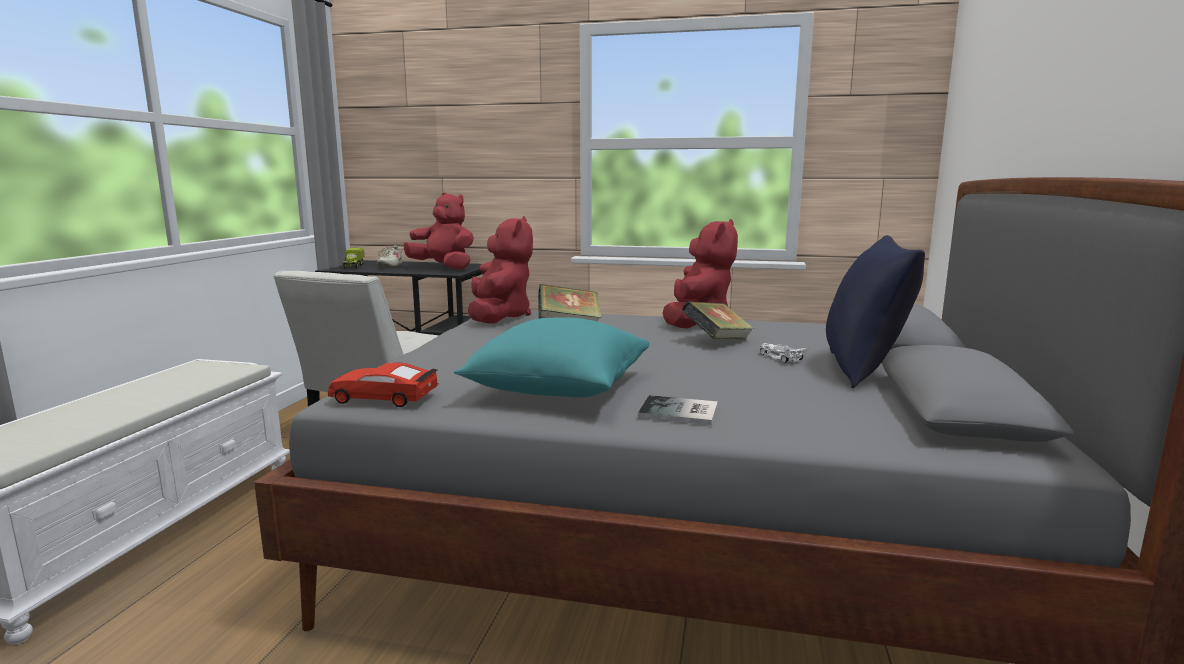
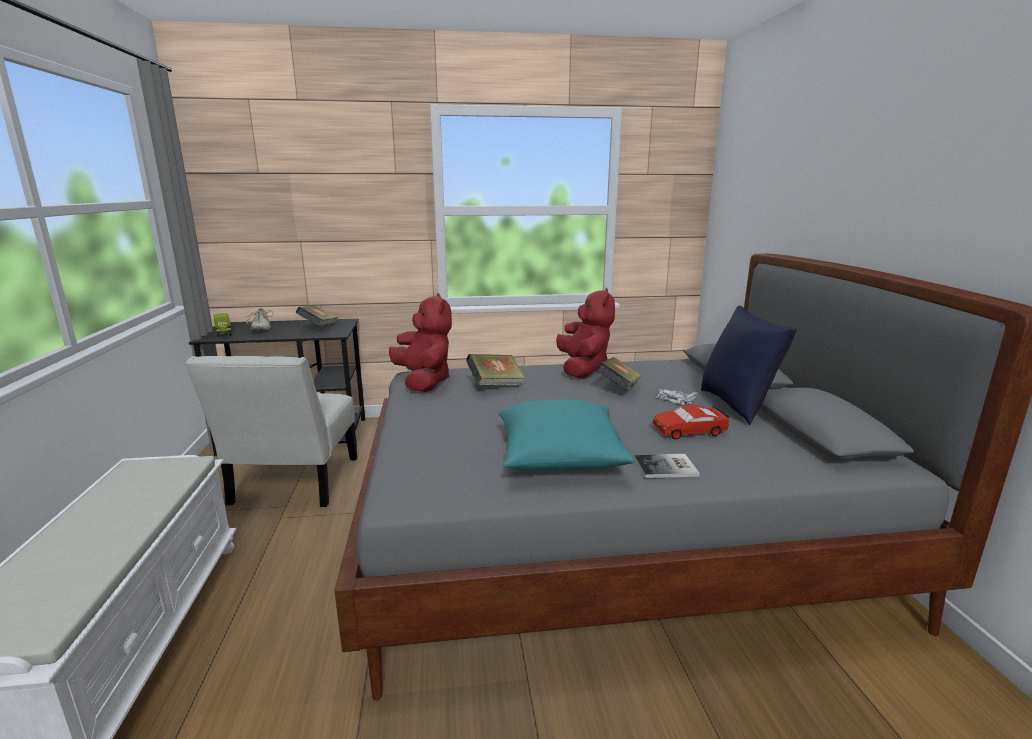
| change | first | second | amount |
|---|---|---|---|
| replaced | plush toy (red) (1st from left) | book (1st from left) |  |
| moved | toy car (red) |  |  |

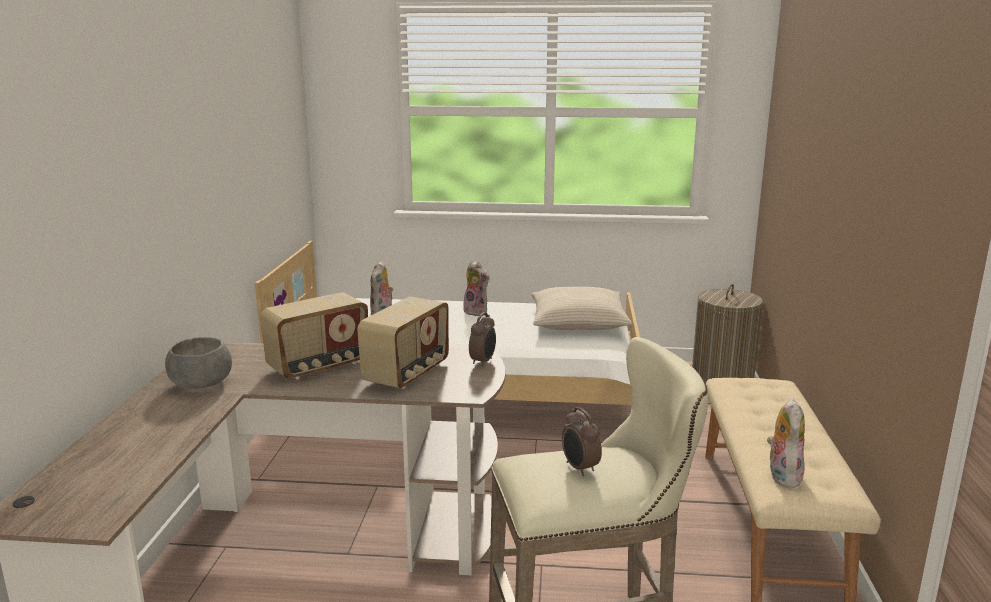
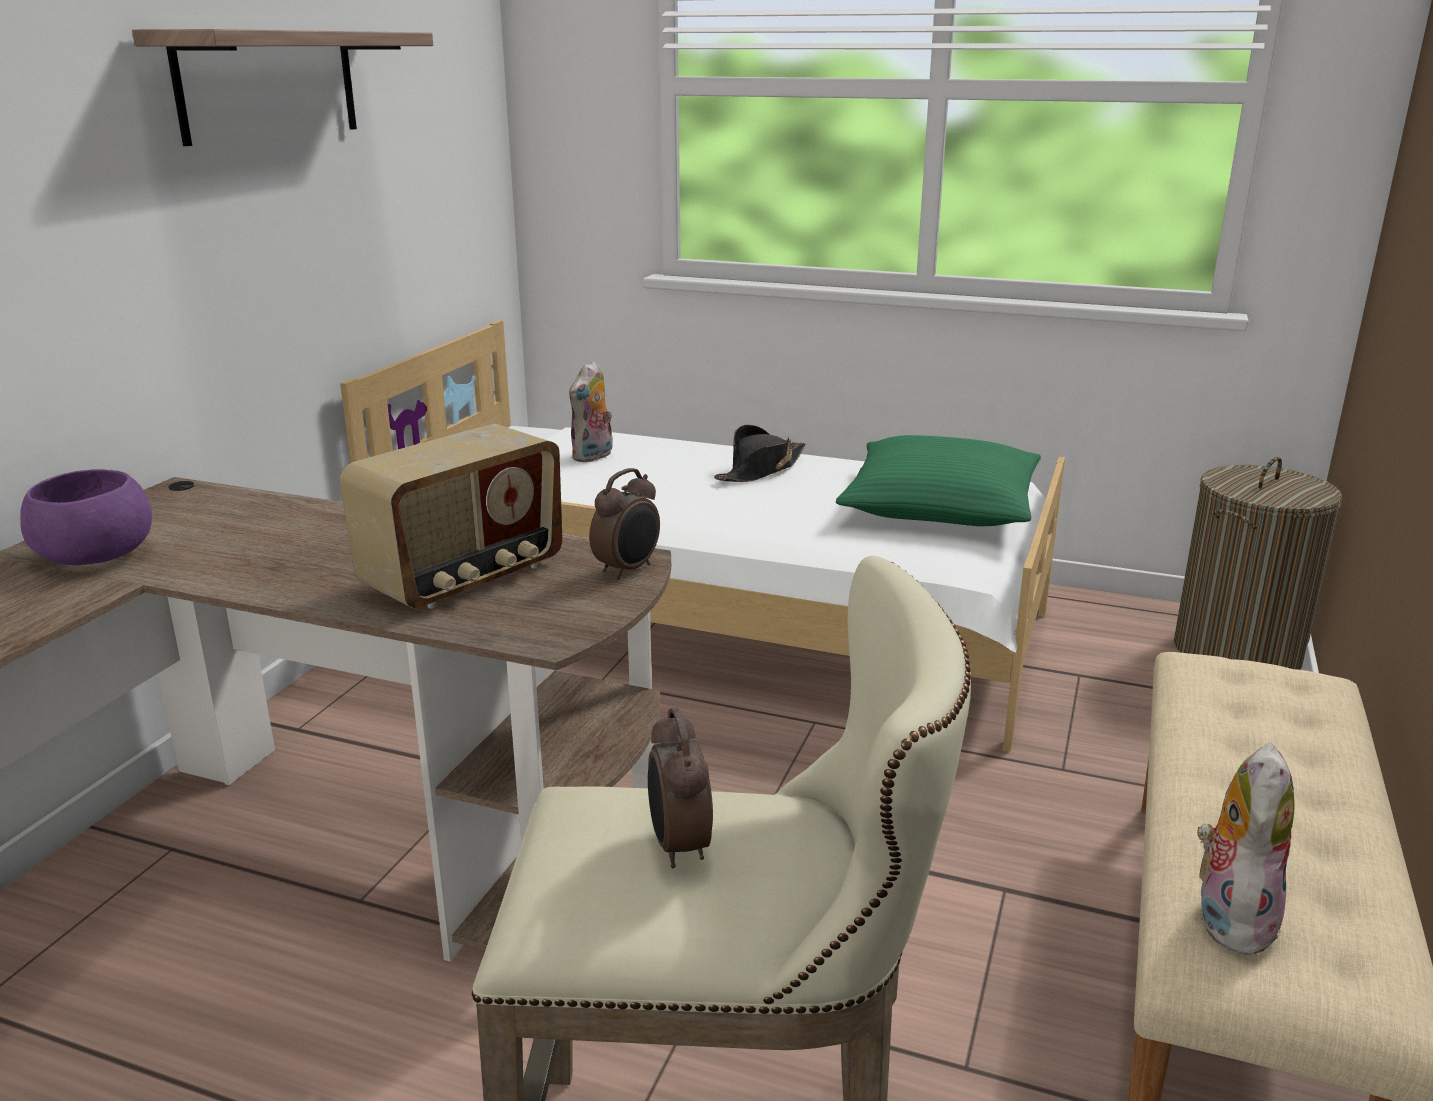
| change | first | second | amount |
|---|---|---|---|
| recoloured | bowl (grey) | bowl (purple) |  |
| added |  | shelf |  |
| replaced | plush toy (2nd from left) | hat (black) |  |
| recoloured | pillow (beige) | pillow (green) |  |
| removed | radio (1st from left) |  |  |

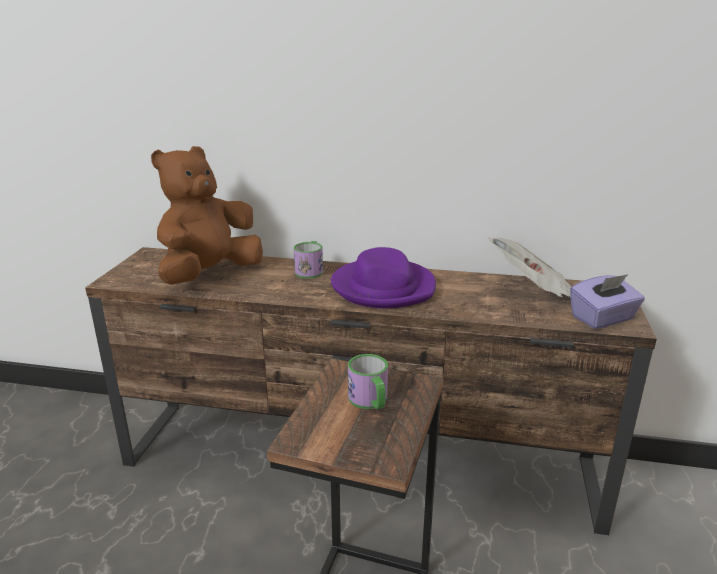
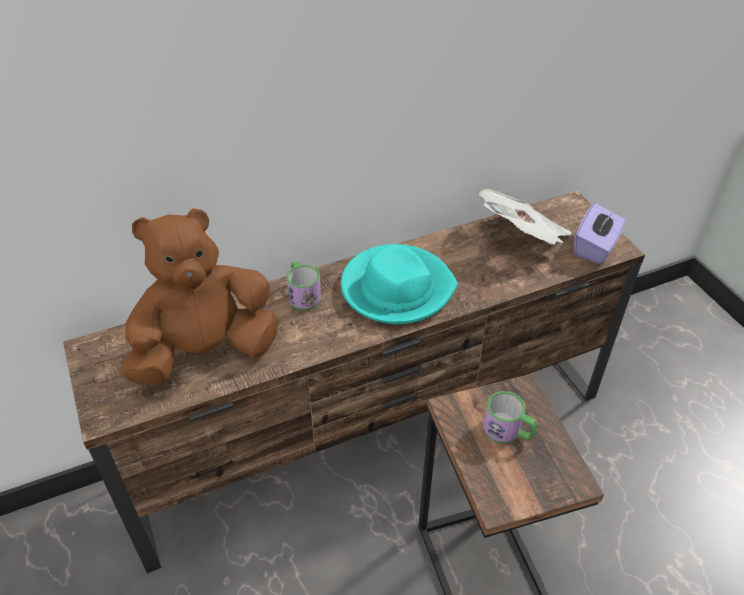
| change | first | second | amount |
|---|---|---|---|
| turned | plush toy (brown) |  | 60 degrees clockwise |
| recoloured | hat (purple) | hat (turquoise) |  |

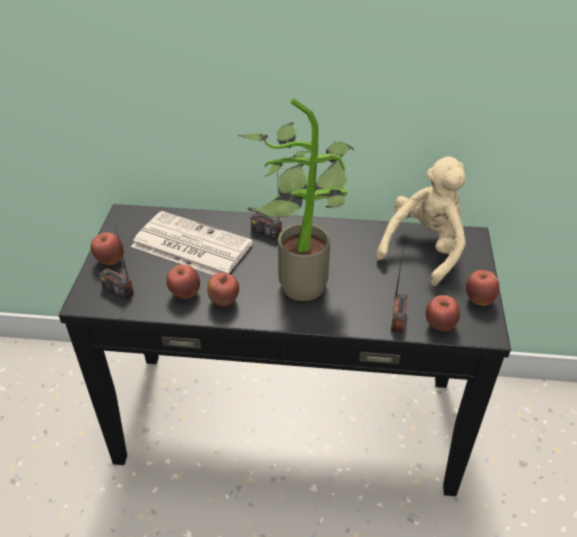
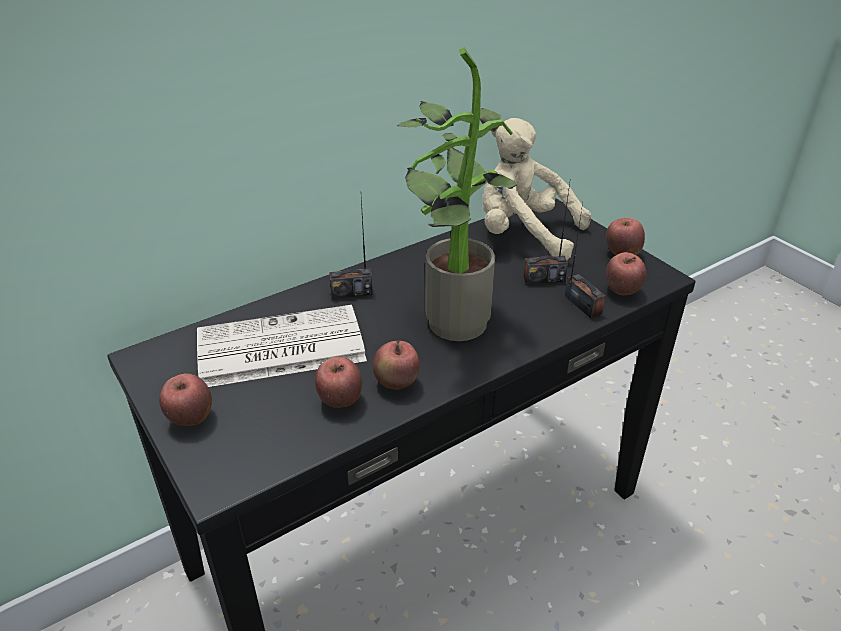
| change | first | second | amount |
|---|---|---|---|
| turned | plush toy (beige) |  | 60 degrees counterclockwise |
| moved | radio (1st from left in the first image) | radio (2nd from left) |  |

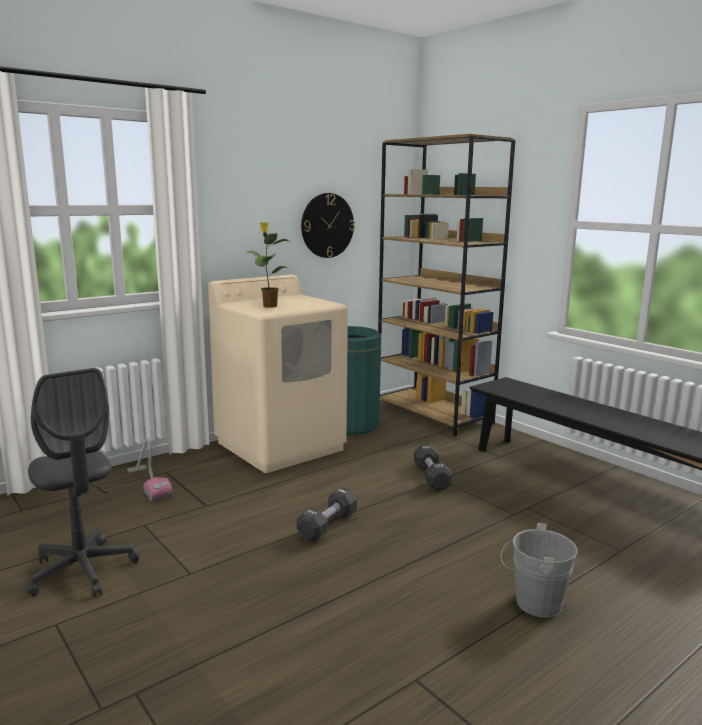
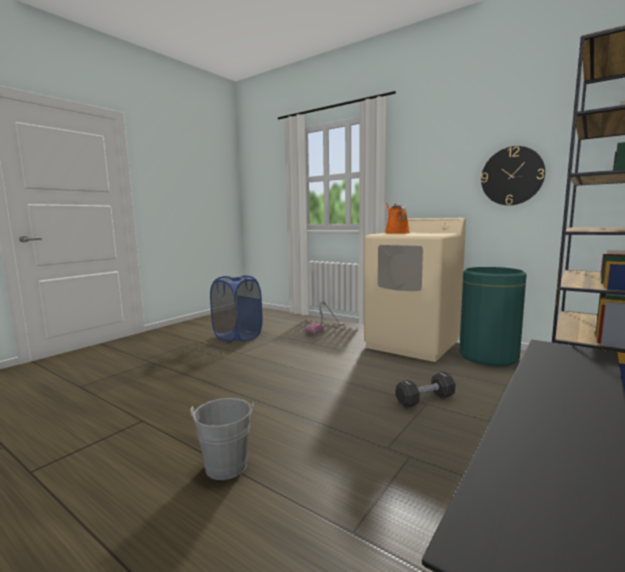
| change | first | second | amount |
|---|---|---|---|
| replaced | office chair (grey) | laundry basket (blue) |  |
| replaced | potted plant | watering can (orange) |  |
| removed | dumbbell (black) (1st from left) |  |  |

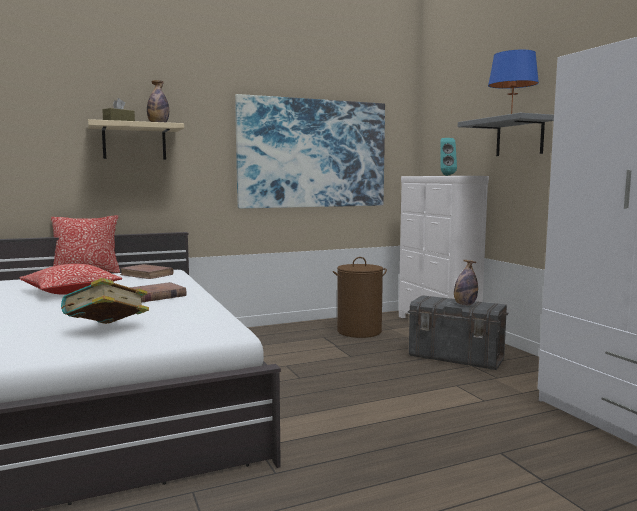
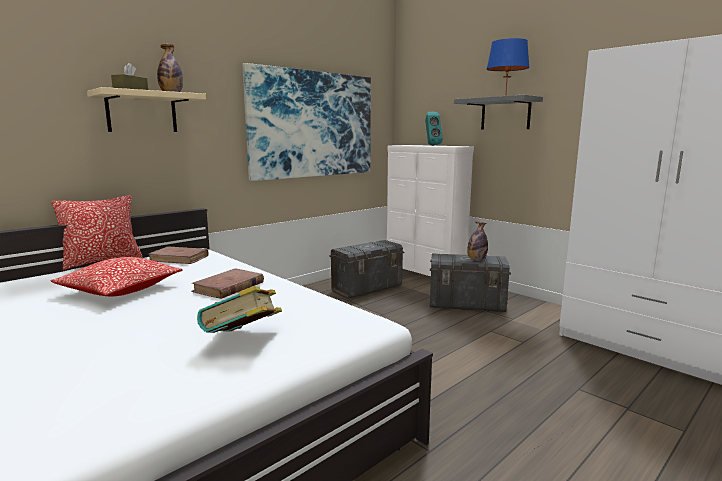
| change | first | second | amount |
|---|---|---|---|
| replaced | laundry basket (brown) | storage box (grey) (1st from left) |  |

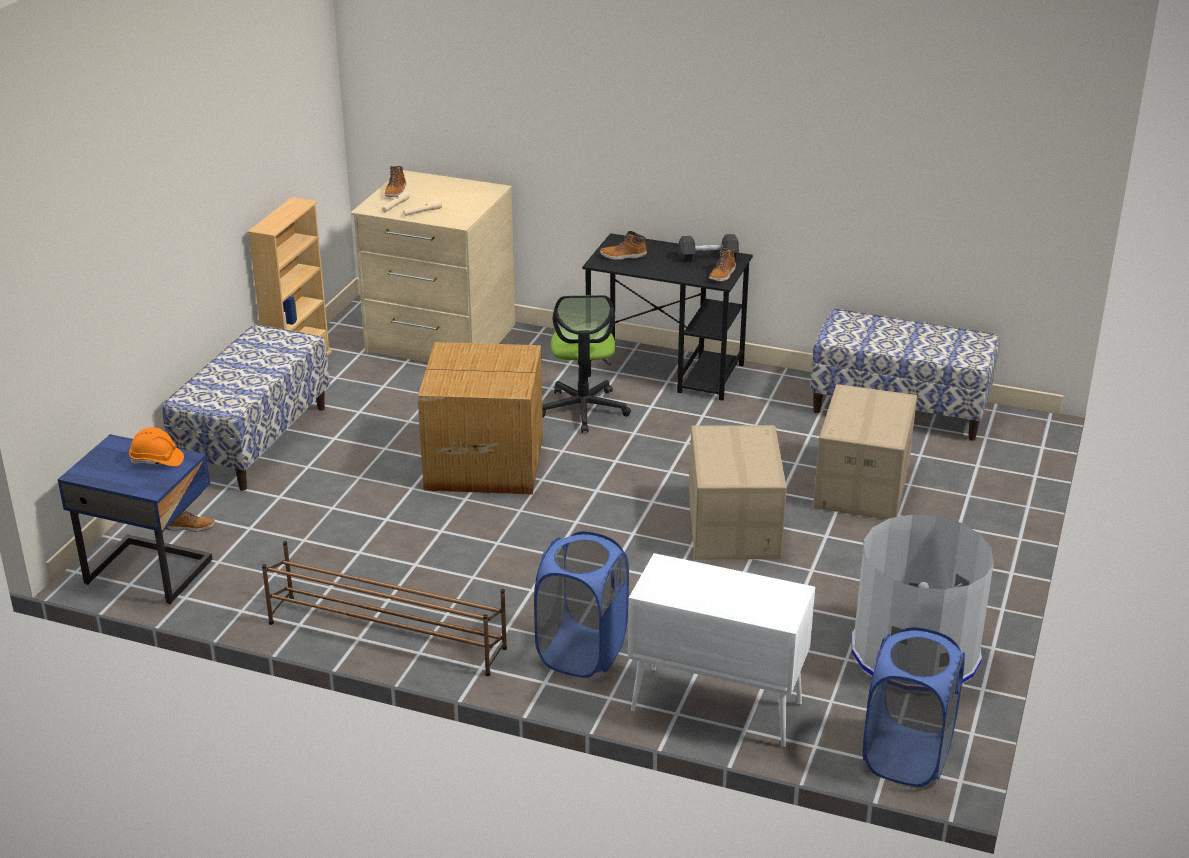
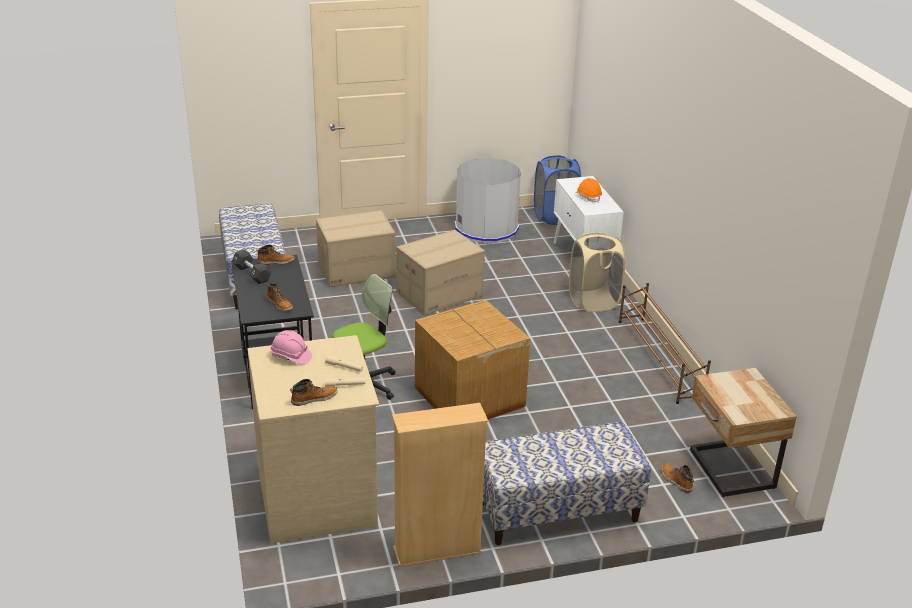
| change | first | second | amount |
|---|---|---|---|
| added |  | hard hat (pink) |  |
| recoloured | laundry basket (blue) (1st from left) | laundry basket (beige) |  |
| moved | hard hat (orange) |  |  |
| recoloured | nightstand (blue) | nightstand (beige) |  |

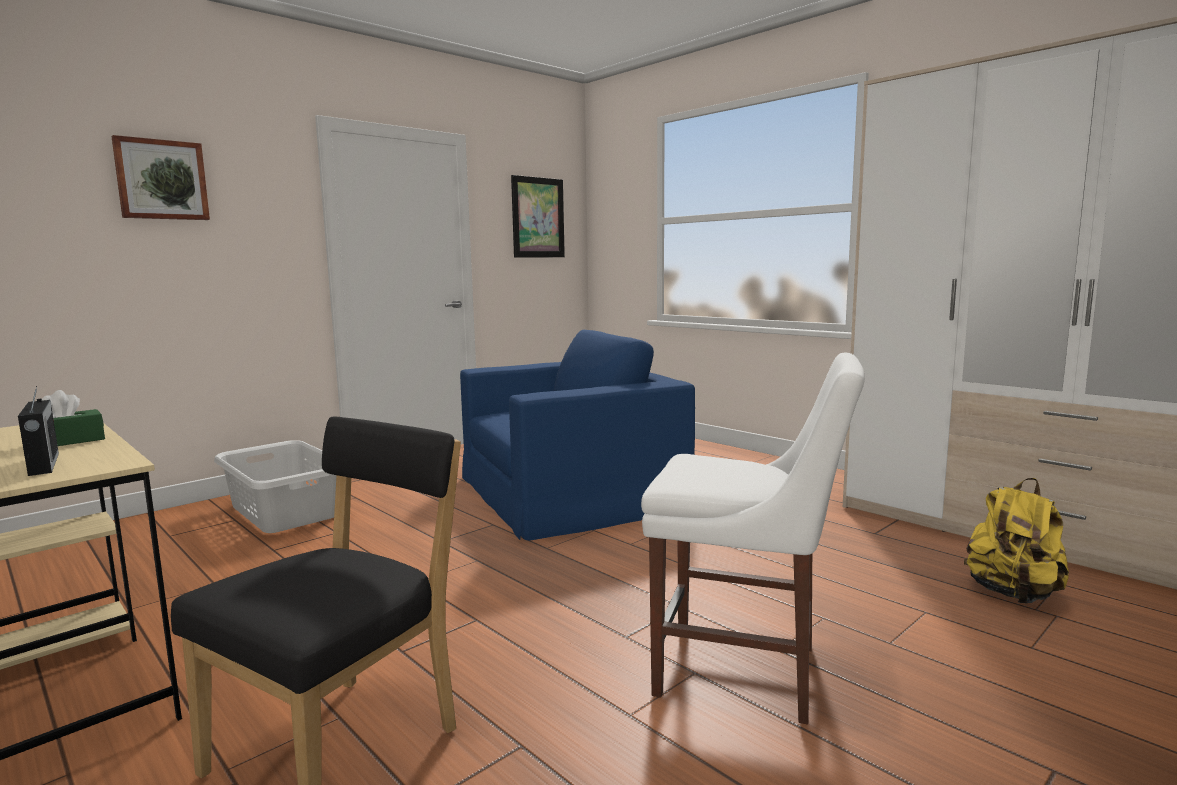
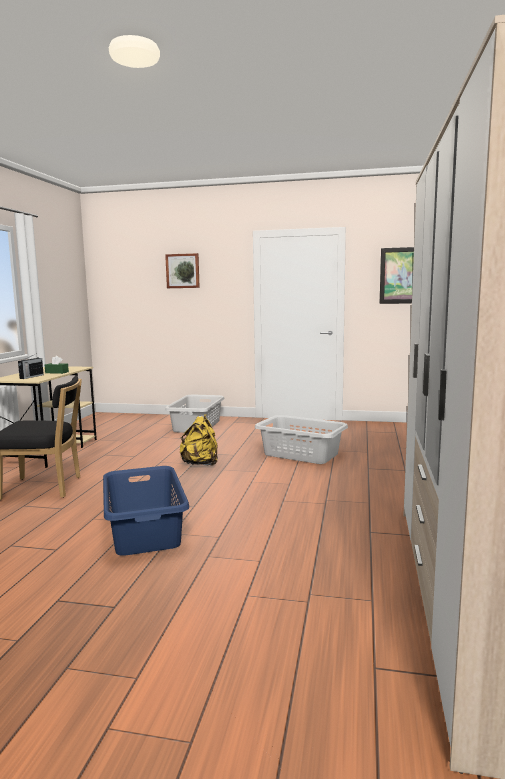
| change | first | second | amount |
|---|---|---|---|
| replaced | chair (white) | laundry basket (blue) |  |
| moved | backpack (yellow) |  |  |
| replaced | armchair (blue) | laundry basket (grey) (2nd from left) |  |

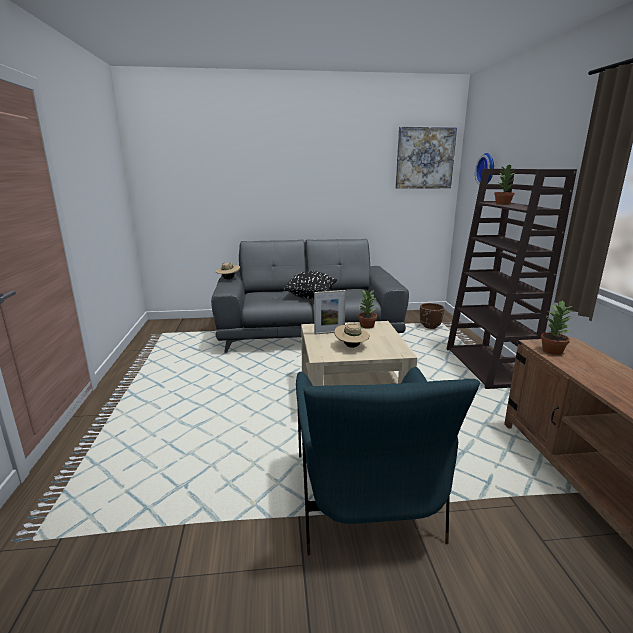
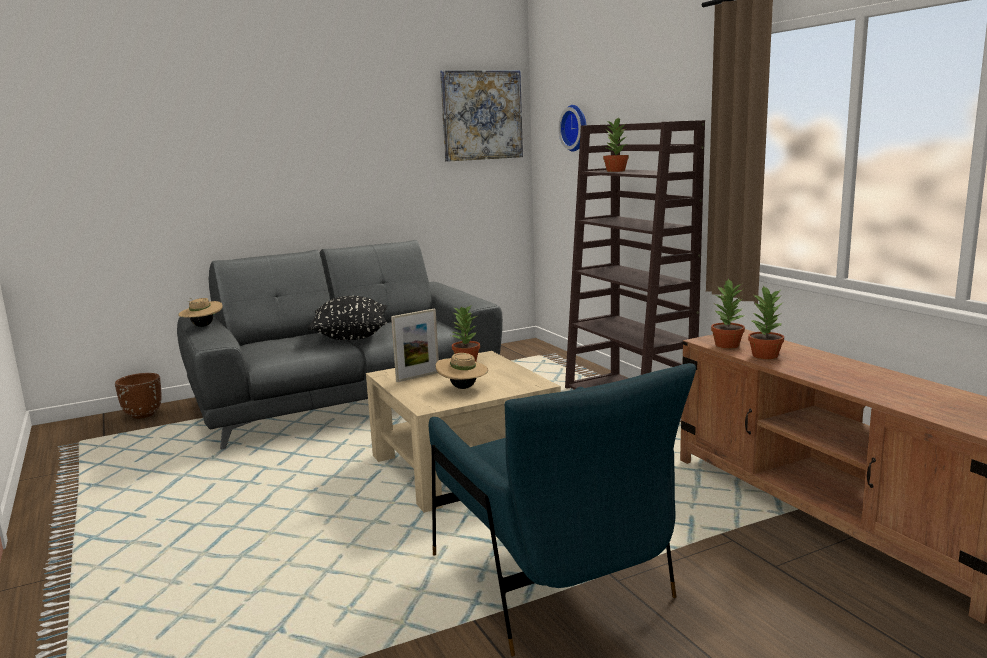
| change | first | second | amount |
|---|---|---|---|
| moved | planter (brown) |  |  |
| added |  | potted plant (4th from left) |  |

